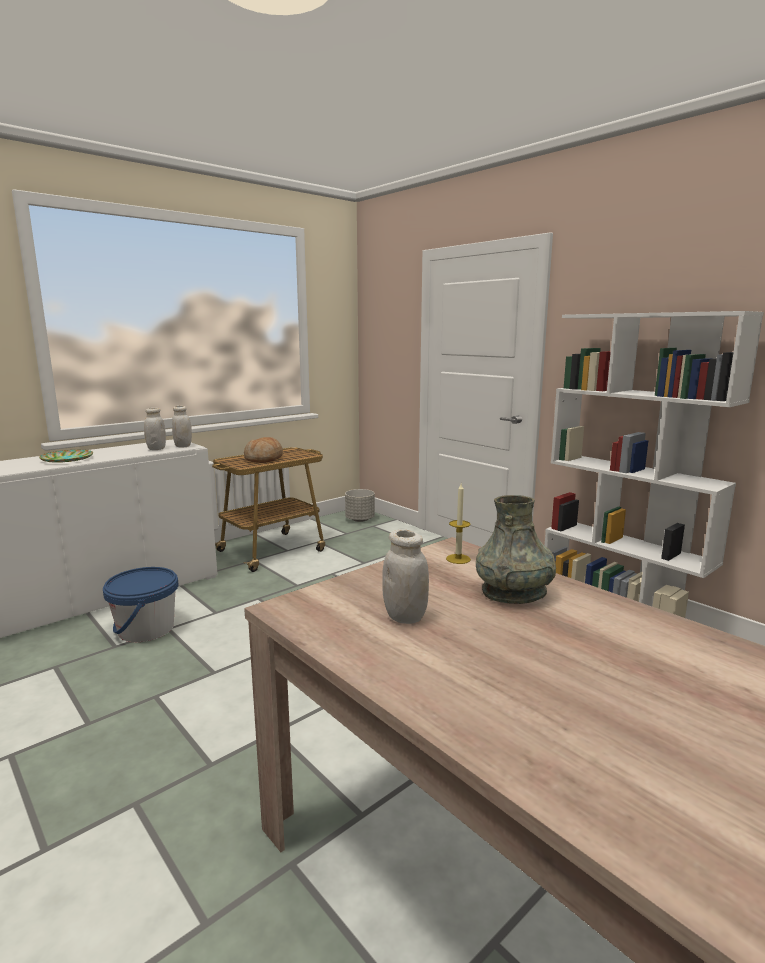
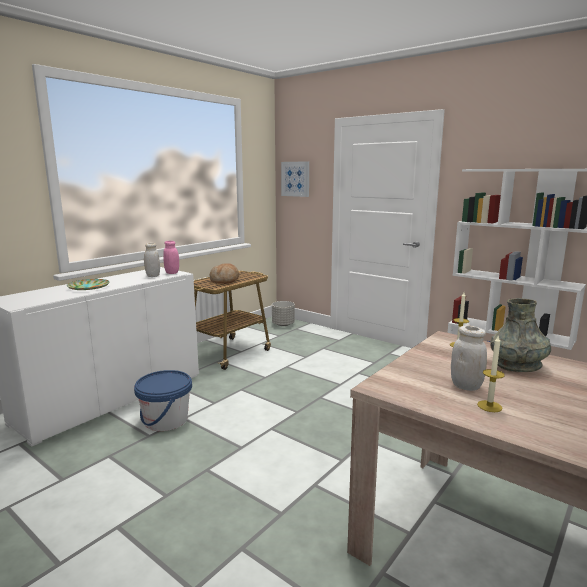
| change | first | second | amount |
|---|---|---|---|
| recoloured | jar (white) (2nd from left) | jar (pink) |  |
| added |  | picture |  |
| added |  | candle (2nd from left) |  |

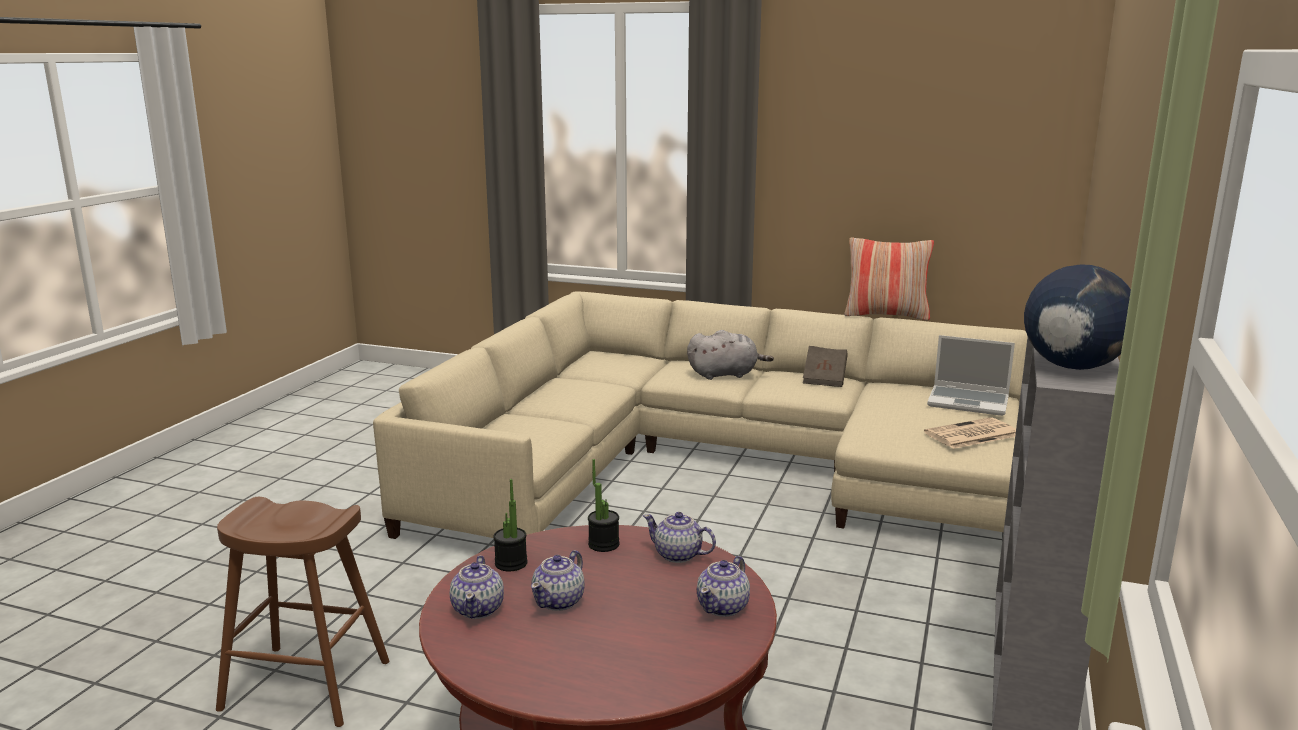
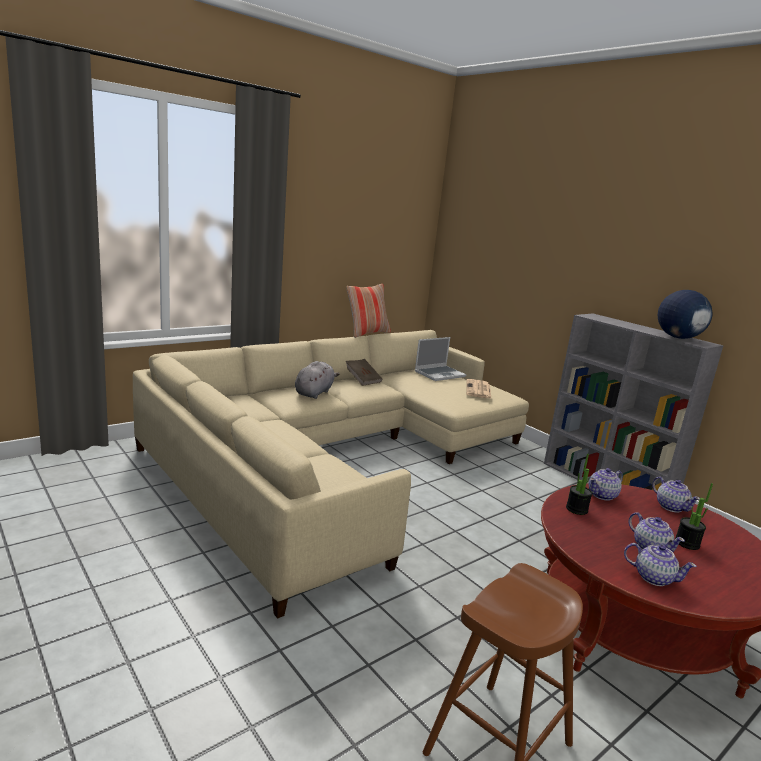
| change | first | second | amount |
|---|---|---|---|
| moved | potted plant (1st from left in the first image) | potted plant (2nd from left) |  |

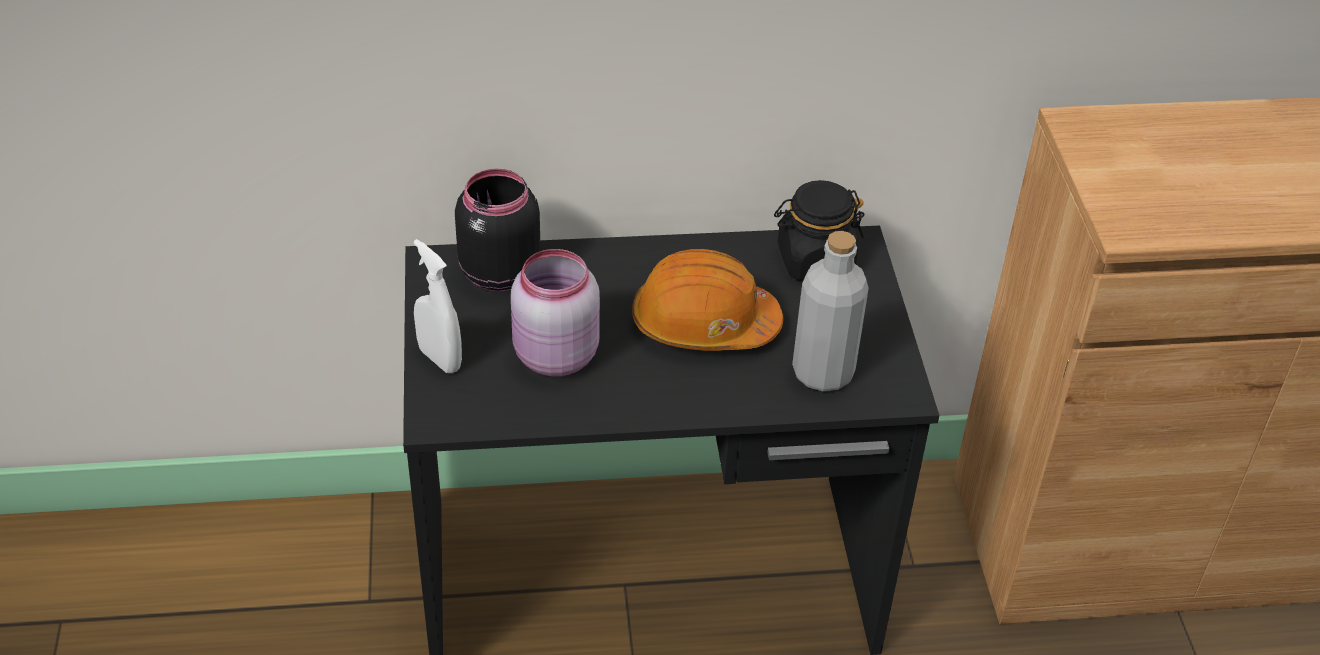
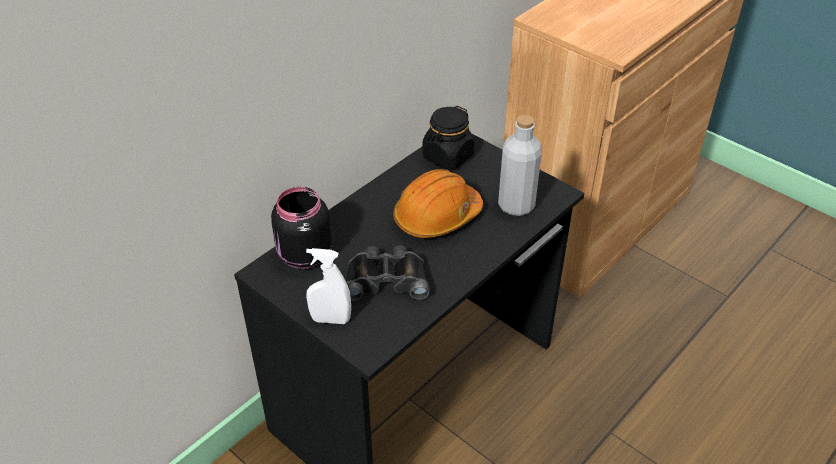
| change | first | second | amount |
|---|---|---|---|
| replaced | jar (pink) | binoculars (black) |  |

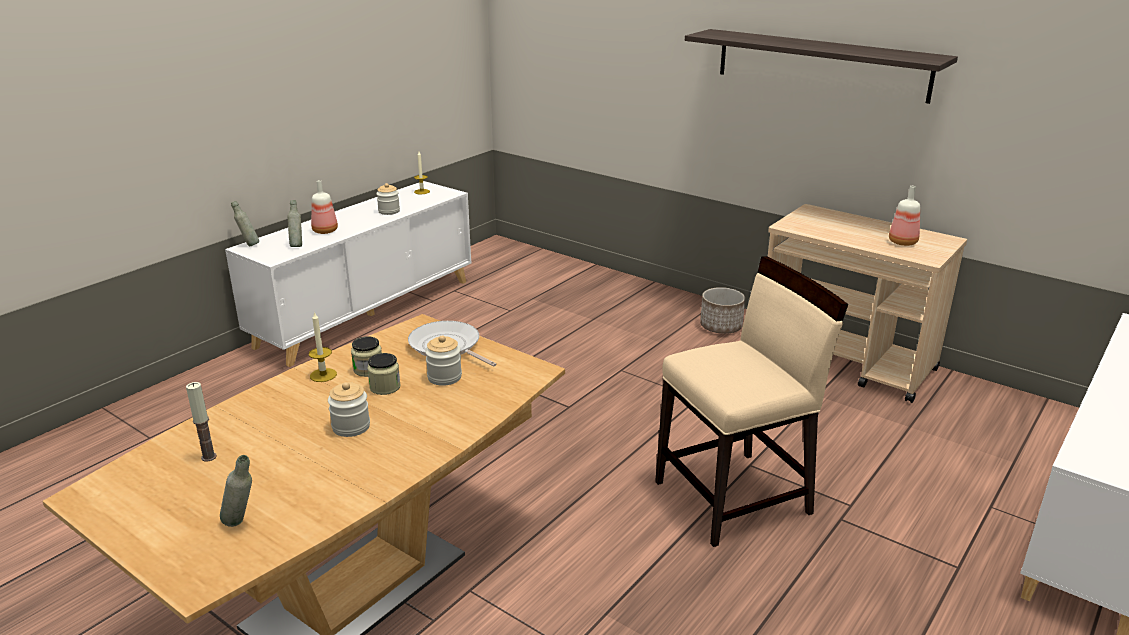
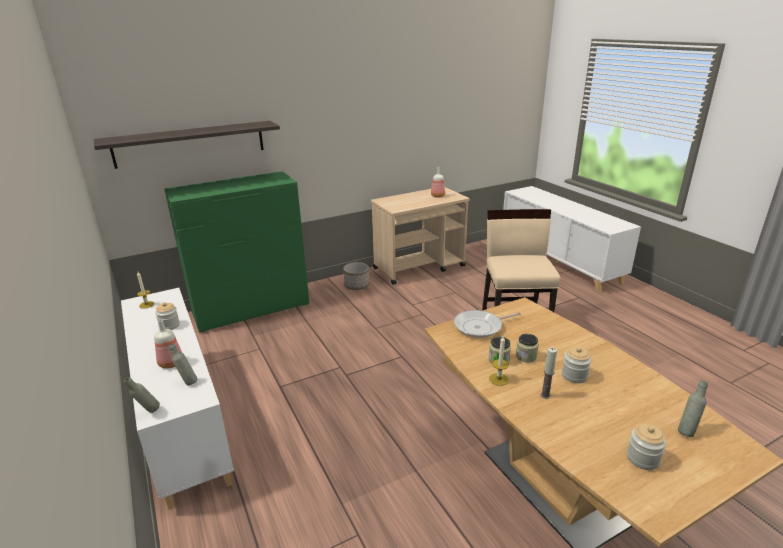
| change | first | second | amount |
|---|---|---|---|
| moved | shelf |  |  |
| added |  | dresser (green) |  |
| moved | candle (1st from left in the first image) | candle (3rd from left) |  |
| moved | jar (5th from left) |  |  |

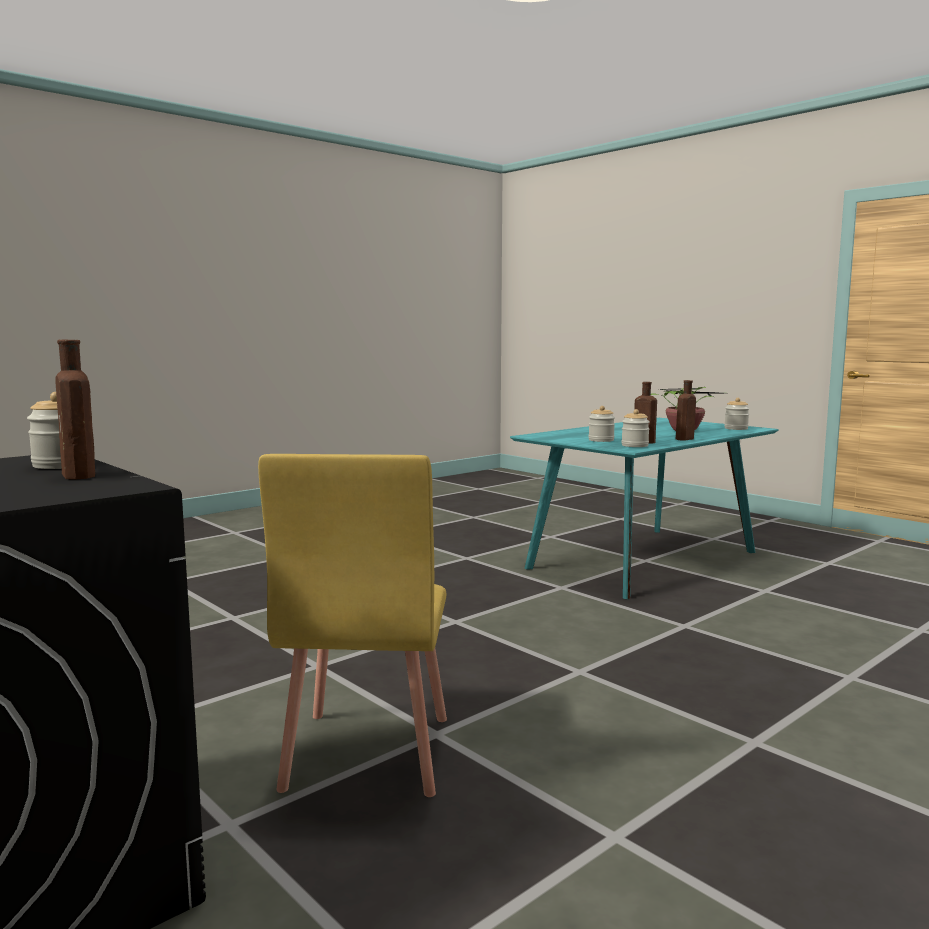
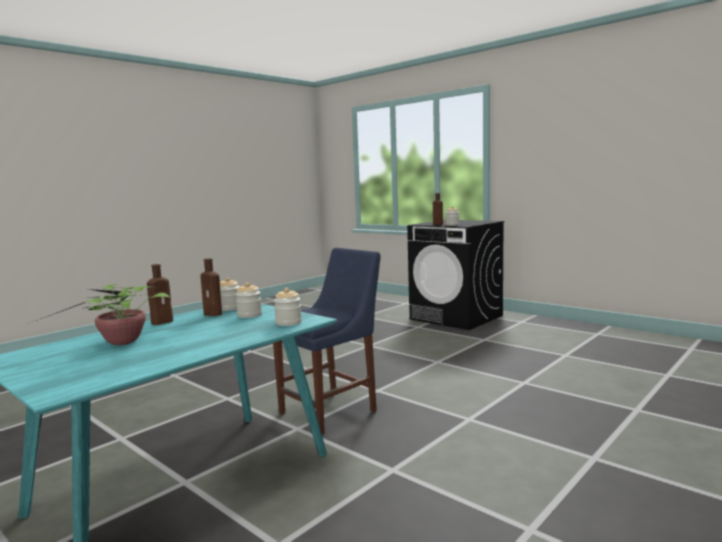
| change | first | second | amount |
|---|---|---|---|
| added |  | chair (blue) |  |
| moved | jar (4th from left in the first image) | jar (3rd from left) |  |
| removed | chair (yellow) |  |  |

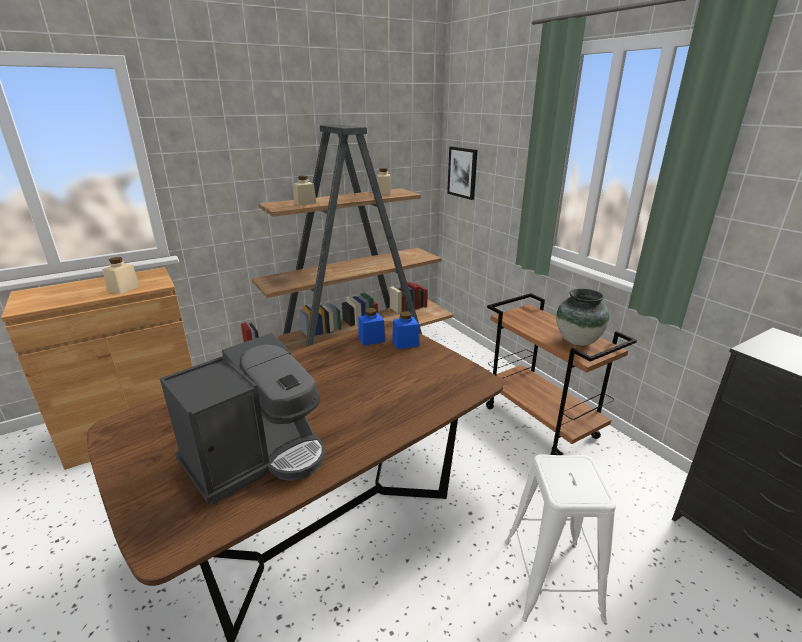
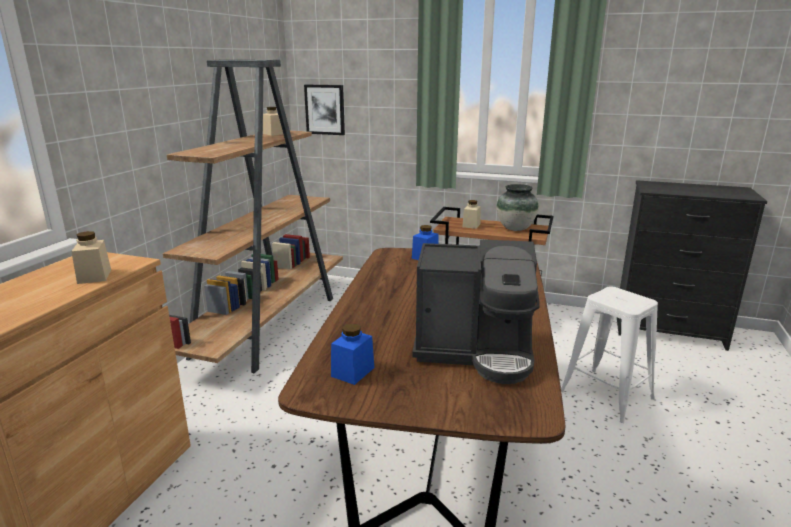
| change | first | second | amount |
|---|---|---|---|
| moved | jar (blue) (1st from left) |  |  |
| turned | coffee machine |  | 90 degrees clockwise |
| moved | jar (beige) (2nd from left in the first image) | jar (beige) (3rd from left) |  |

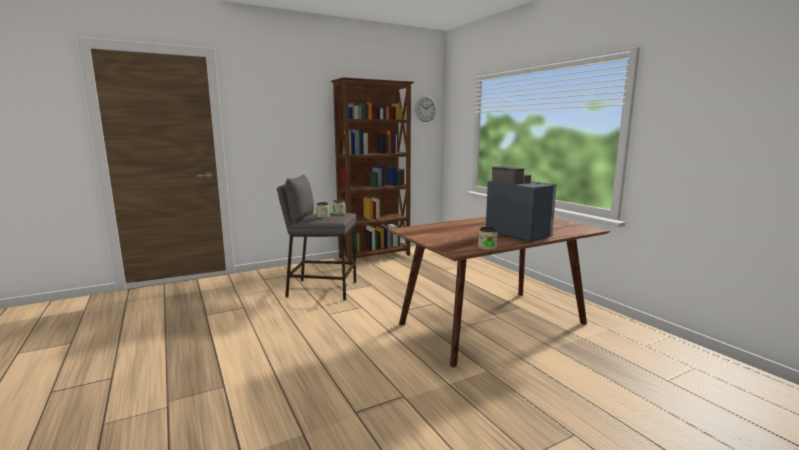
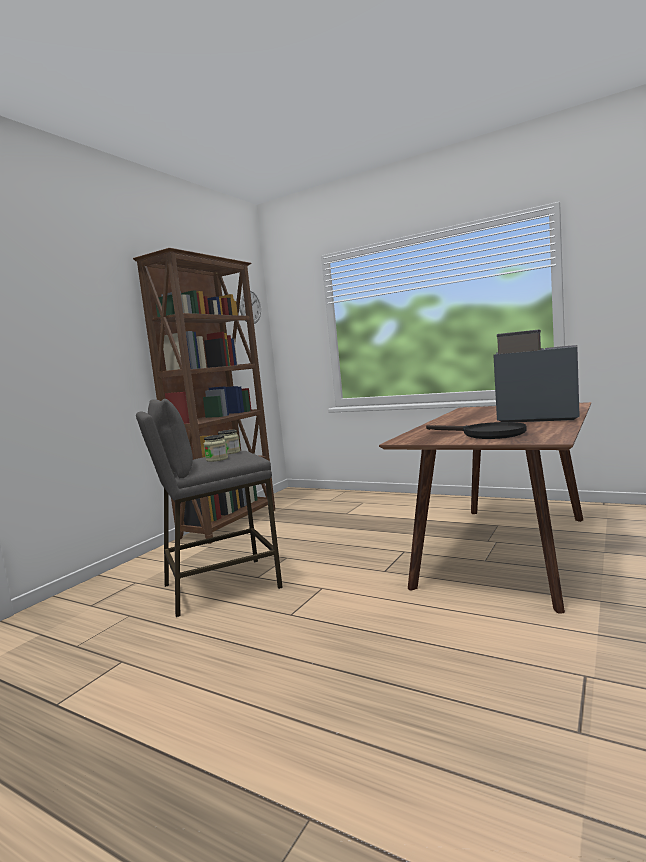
| change | first | second | amount |
|---|---|---|---|
| added |  | frying pan (black) |  |
| removed | jar (3rd from left) |  |  |

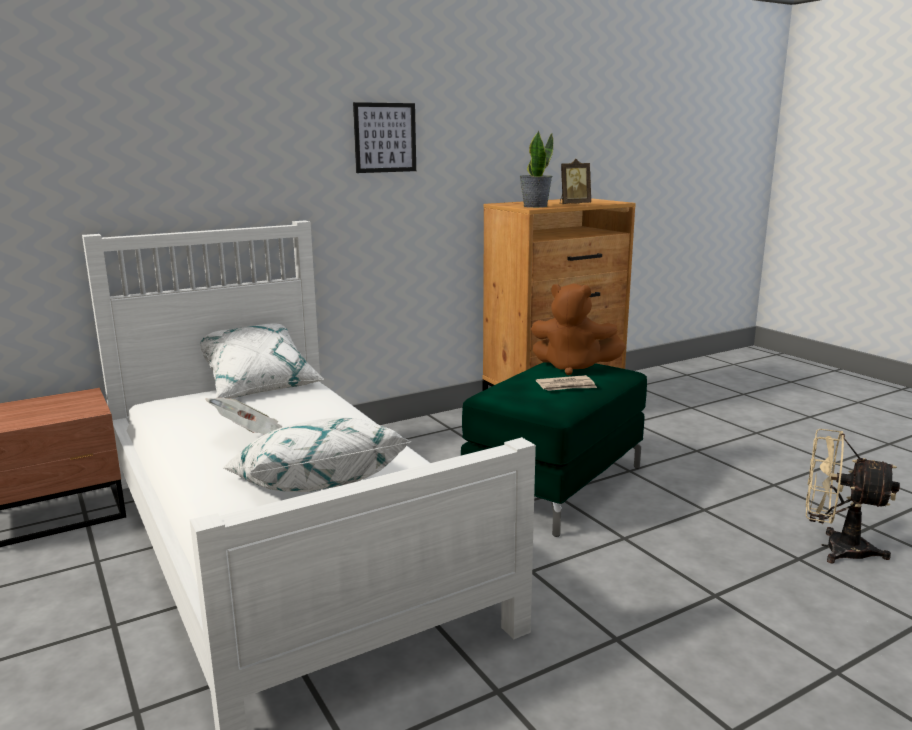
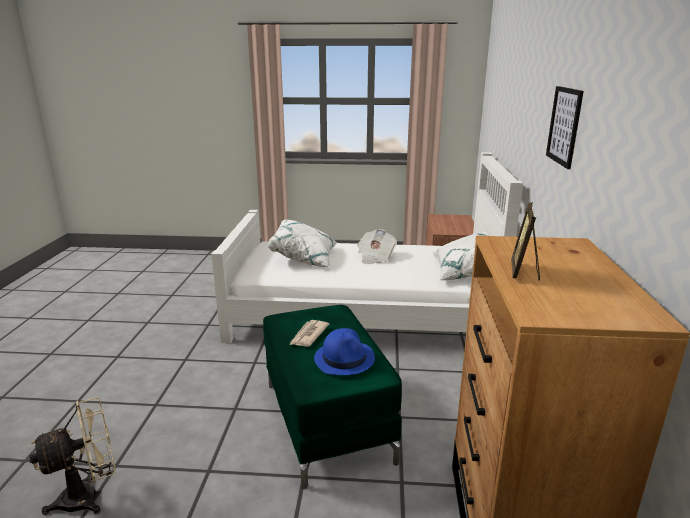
| change | first | second | amount |
|---|---|---|---|
| replaced | plush toy (brown) | hat (blue) |  |
| removed | potted plant |  |  |

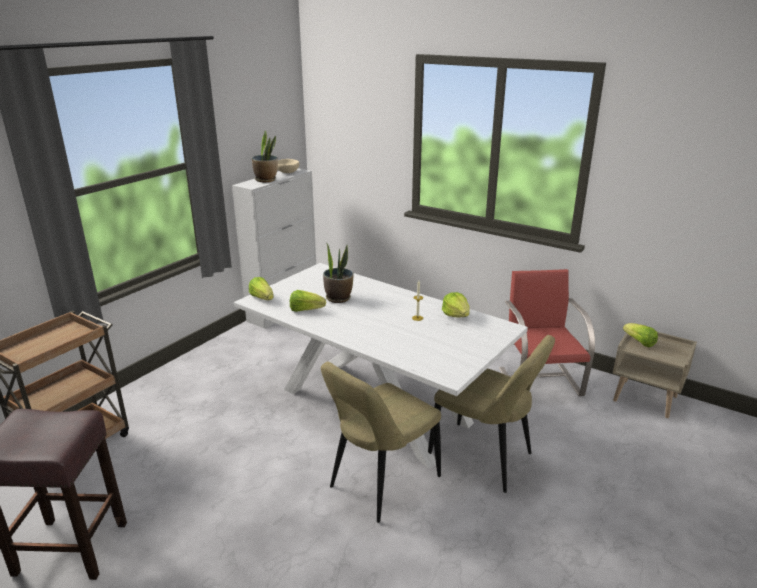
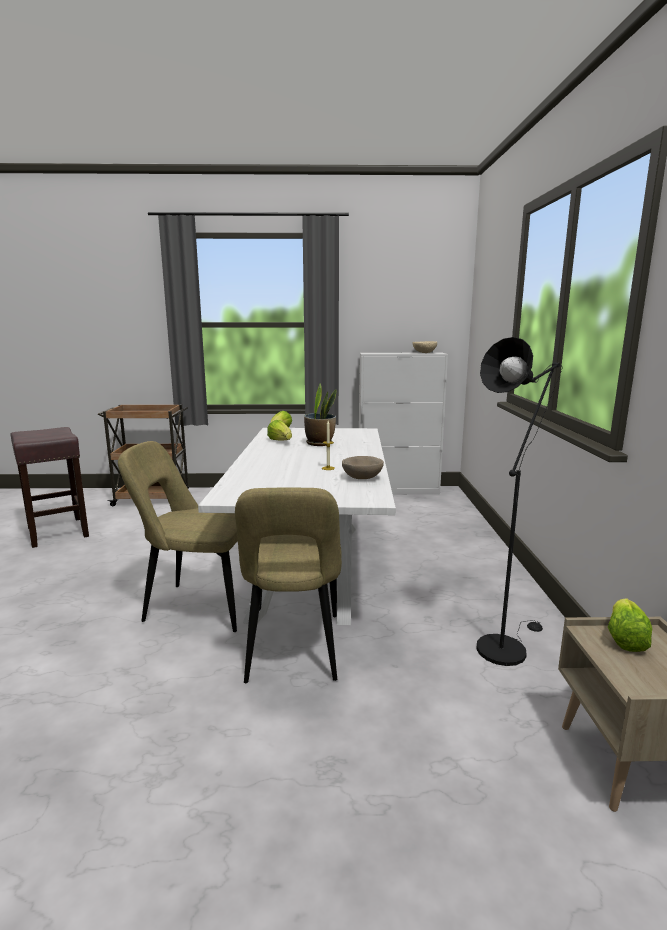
| change | first | second | amount |
|---|---|---|---|
| replaced | lettuce (3rd from left) | bowl (beige) (1st from left) |  |
| replaced | chair (red) | floor lamp (black) |  |
| removed | potted plant (1st from left) |  |  |

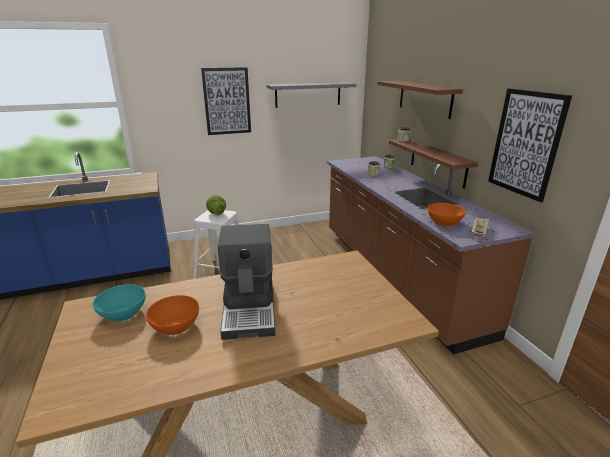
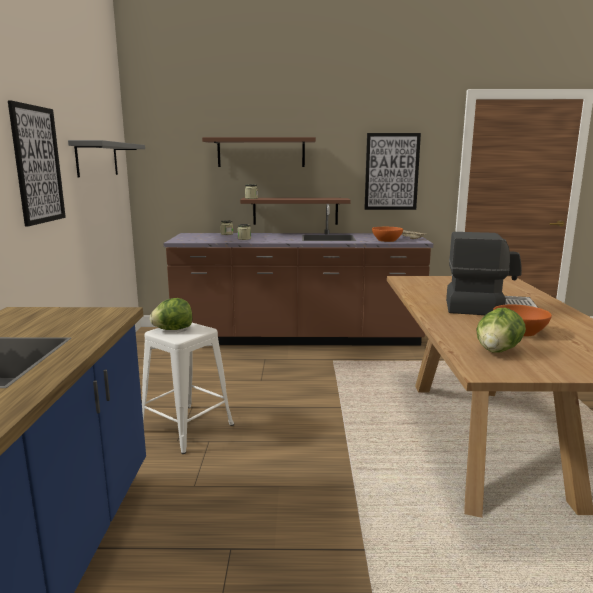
| change | first | second | amount |
|---|---|---|---|
| replaced | bowl (turquoise) | lettuce (2nd from left) |  |

